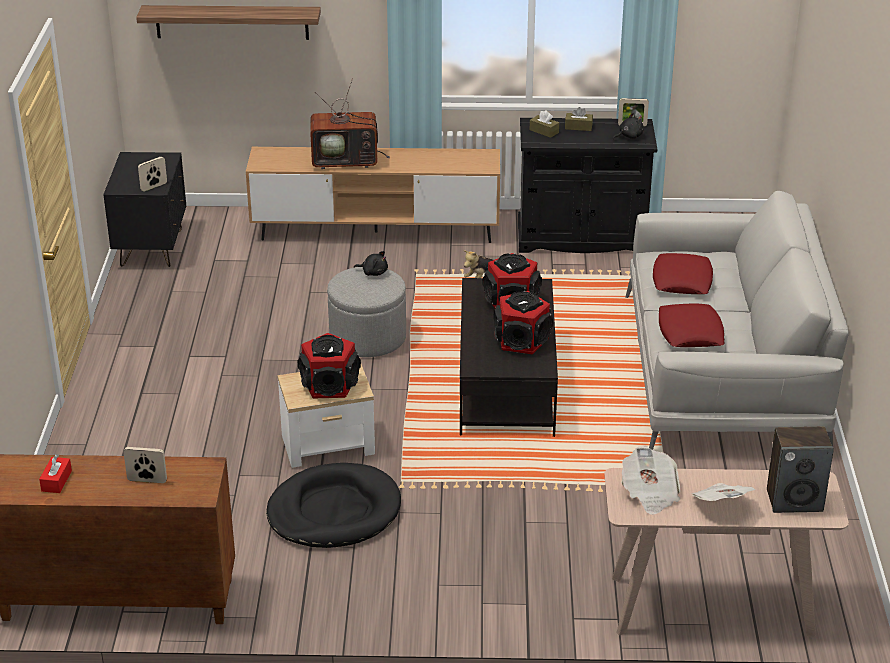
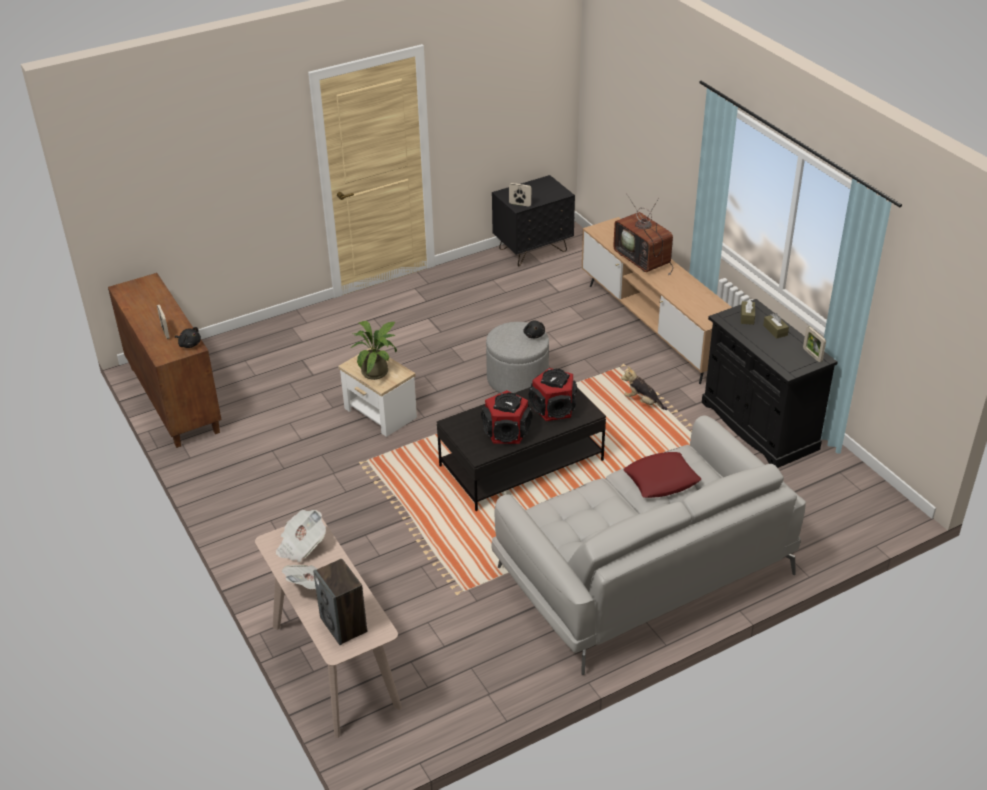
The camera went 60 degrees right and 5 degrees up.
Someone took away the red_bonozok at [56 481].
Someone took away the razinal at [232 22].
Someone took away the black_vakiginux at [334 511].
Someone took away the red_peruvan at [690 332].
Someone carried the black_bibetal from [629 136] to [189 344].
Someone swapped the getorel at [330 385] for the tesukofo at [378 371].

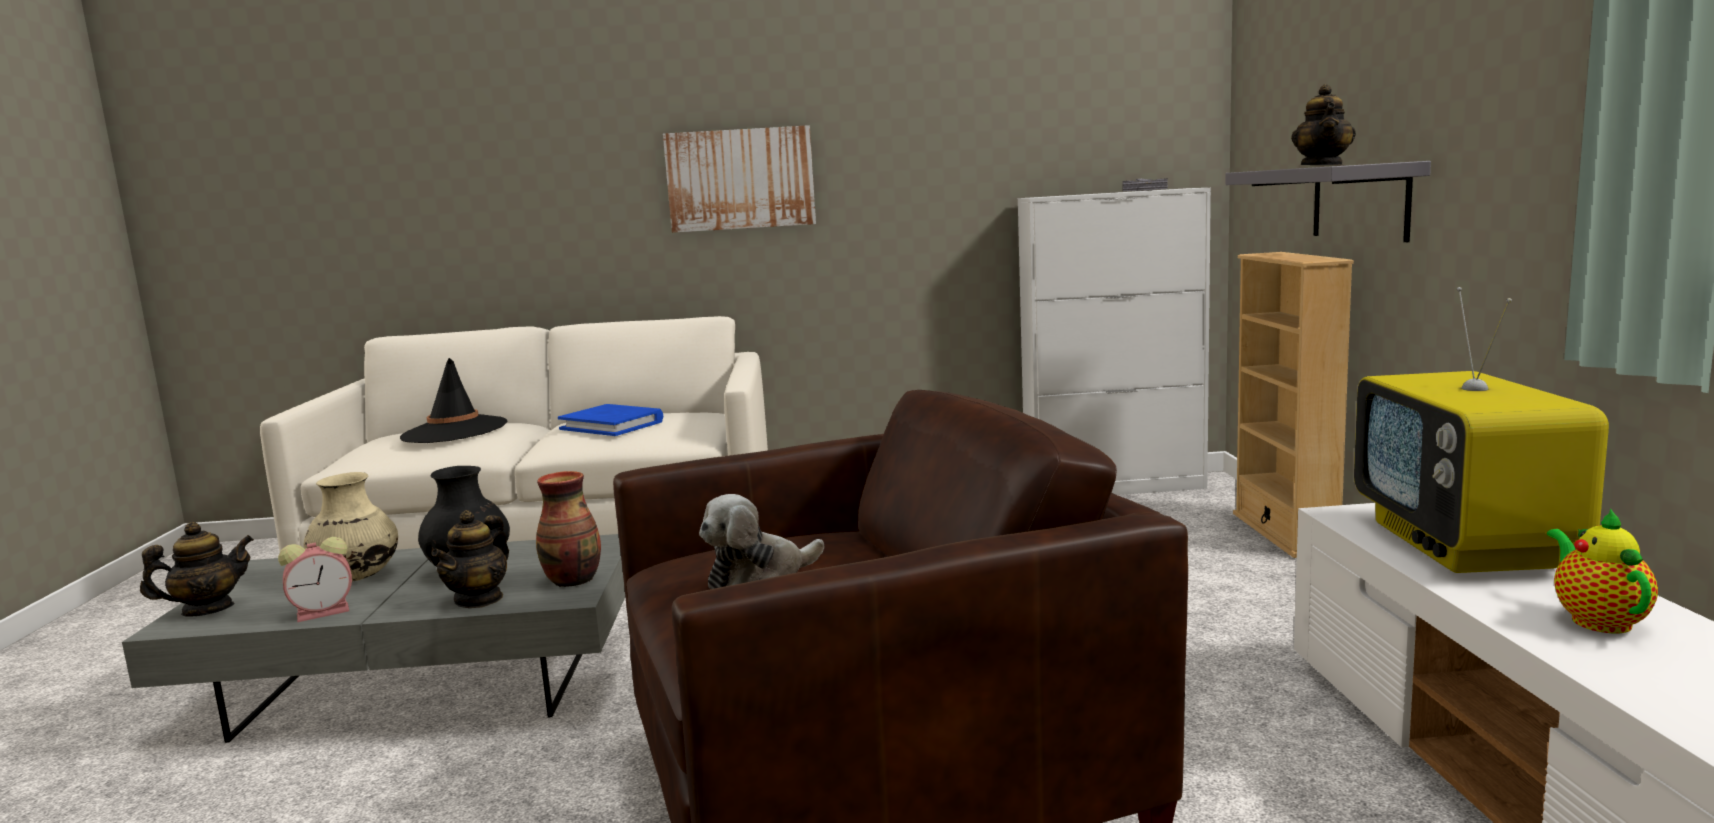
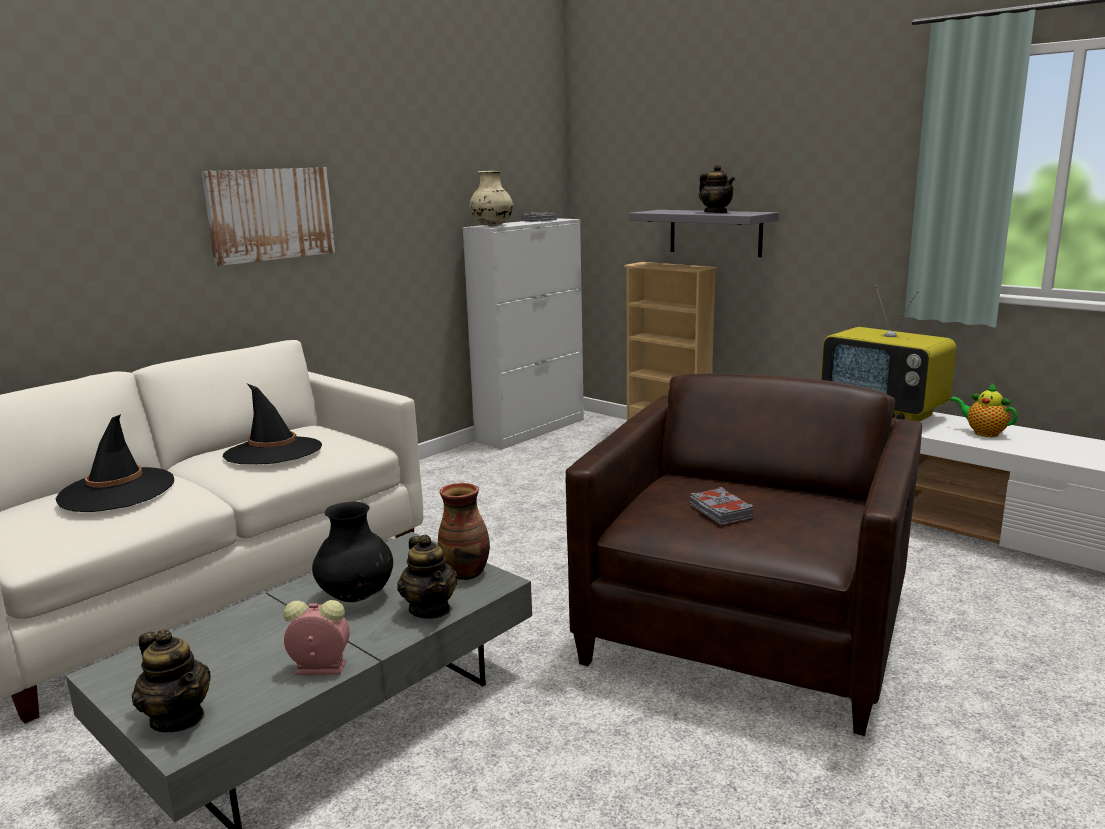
The camera went 45 degrees left and 5 degrees up.
Someone carried the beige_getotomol from [357 578] to [492 226].
Someone swapped the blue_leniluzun at [612 425] for the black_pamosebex at [273 452].
Someone swapped the bibetal at [760 578] for the grey_leniluzun at [720 512].
Someone rotated the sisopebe at [207 610] by 120 degrees clockwise.
Someone rotated the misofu at [325 612] by 105 degrees counterclockwise.

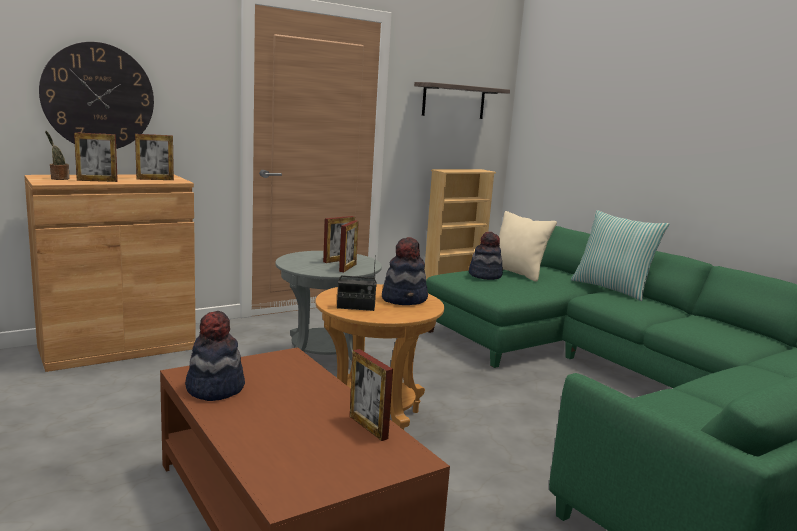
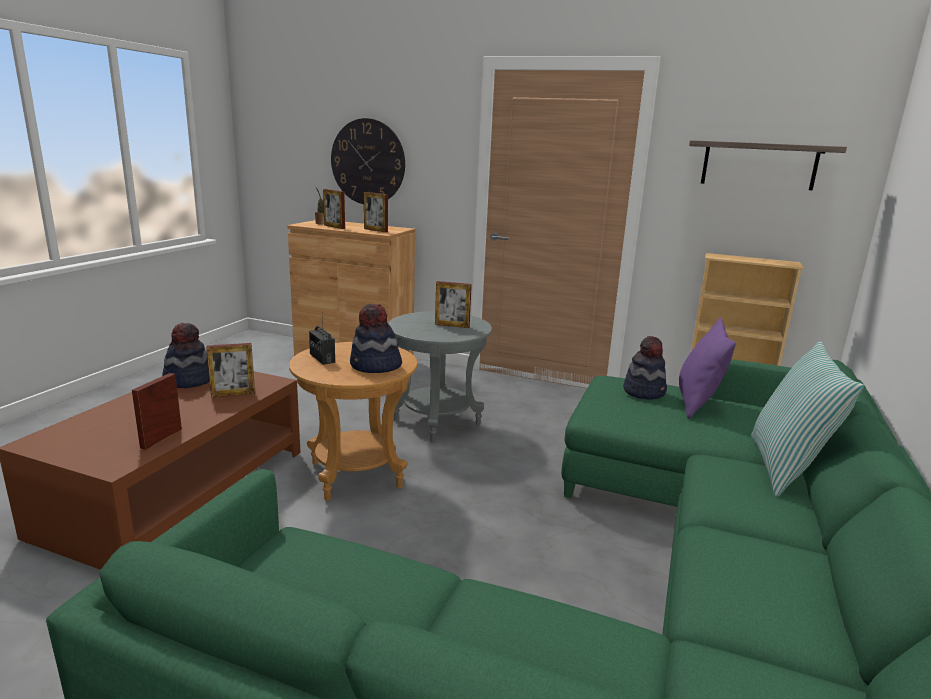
The camera went 55 degrees right and 5 degrees up.
Someone carried the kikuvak from [348 268] to [233 394].
Someone repainted the beige_peruvan at [517 273], which became the purple_peruvan at [697 403].

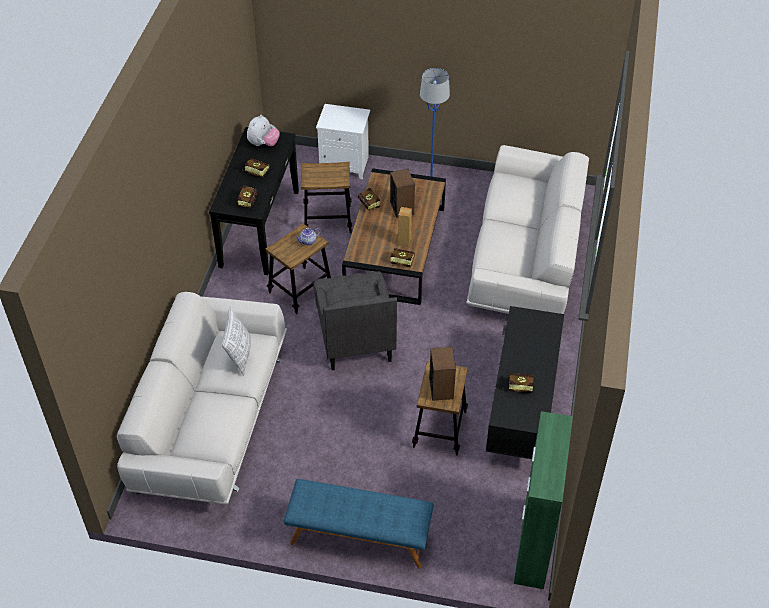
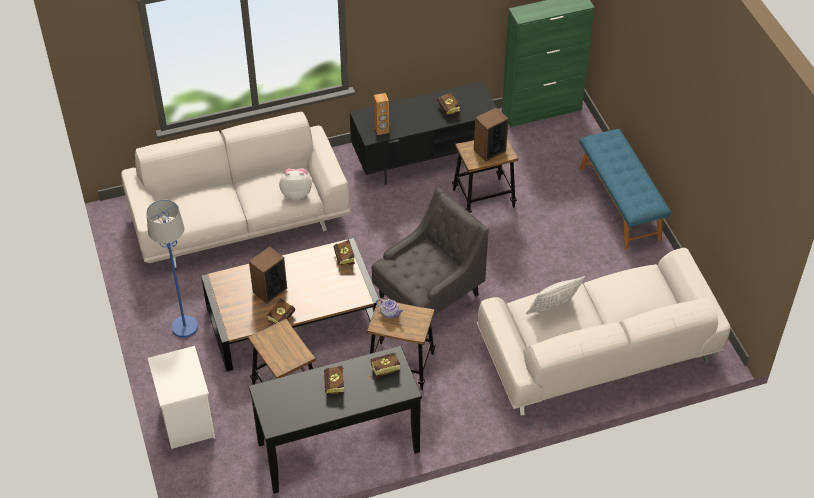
The camera went 120 degrees left and 0 degrees up.
Someone carried the bibetal from [263 144] to [296 193].
Someone carried the brown_getorel from [404 242] to [381 130].

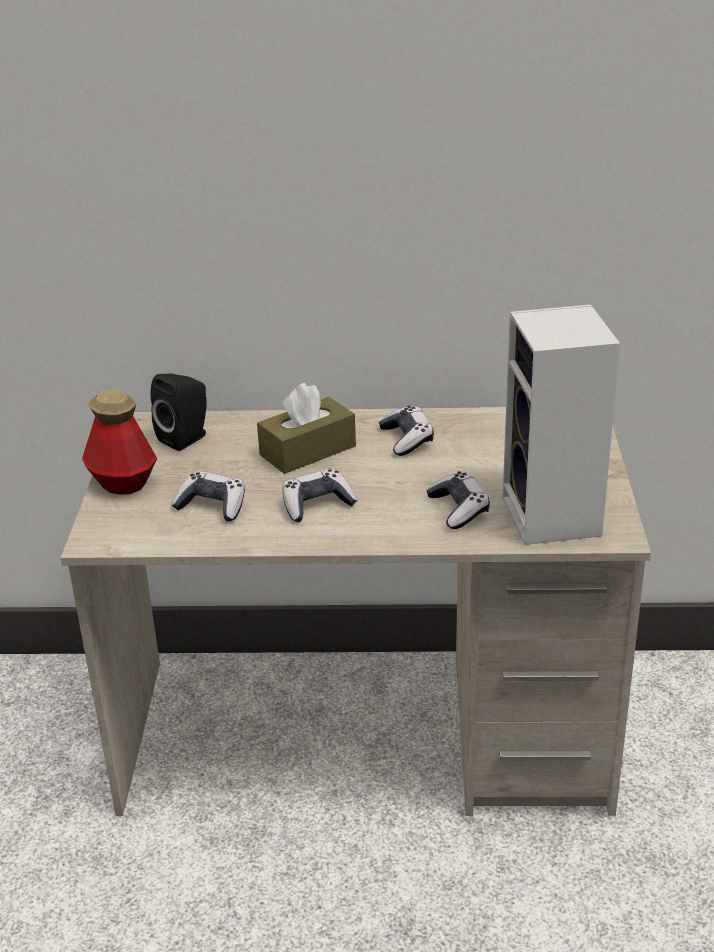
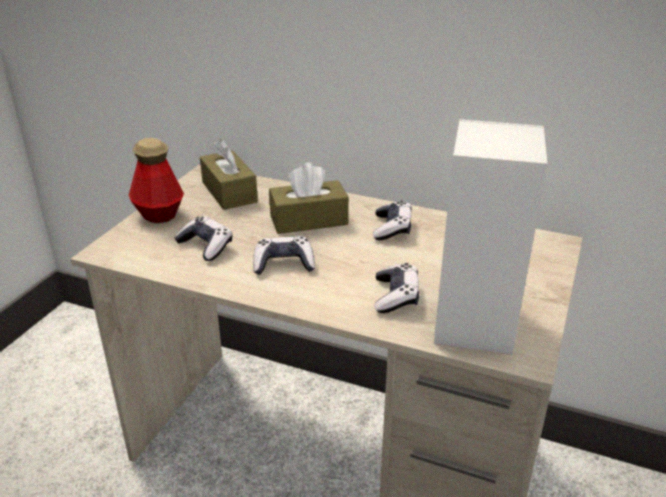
The camera went 20 degrees right and 0 degrees up.
Someone swapped the black_getorel at [186 438] for the brown_bonozok at [229 192].

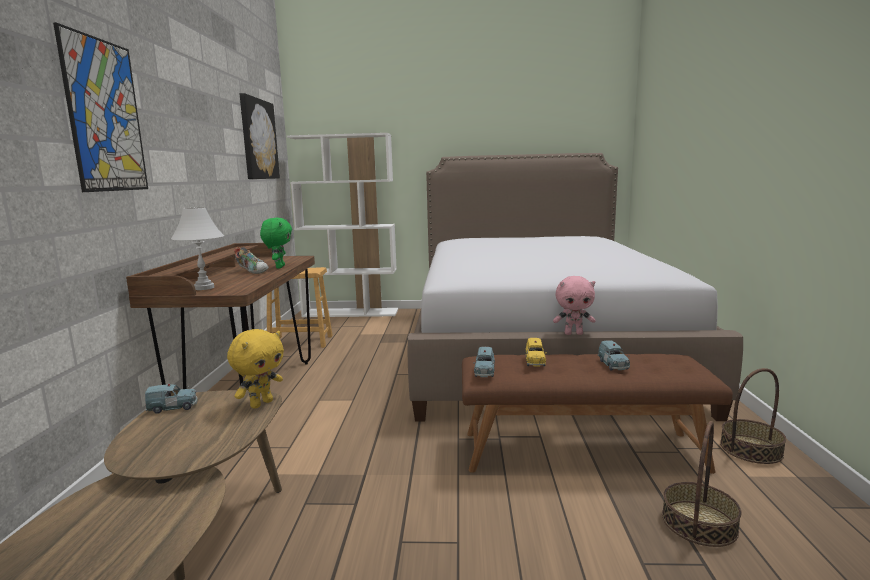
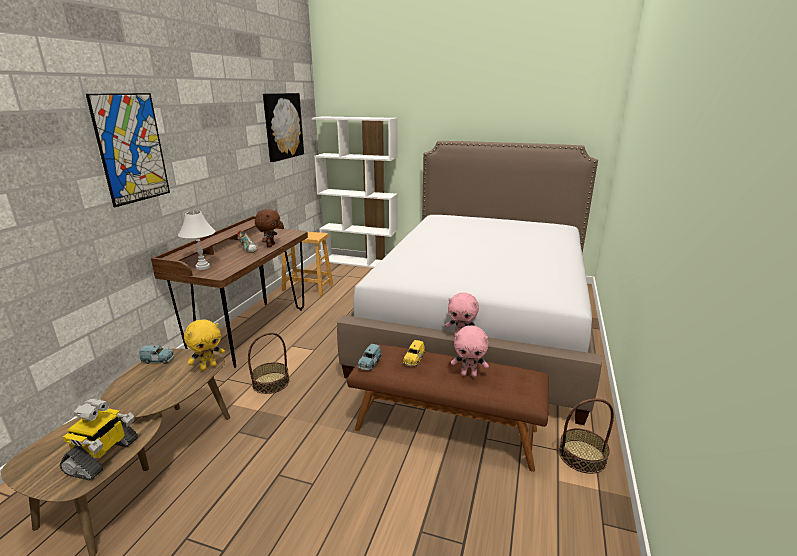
The camera went 15 degrees right and 10 degrees up.
Someone put down the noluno at [103 457].
Someone carried the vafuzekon from [699 523] to [271 382].
Someone swapped the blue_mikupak at [613 365] for the pink_bibetal at [469 374].
Someone repainted the green_bibetal at [279 267], which became the brown_bibetal at [270 245].

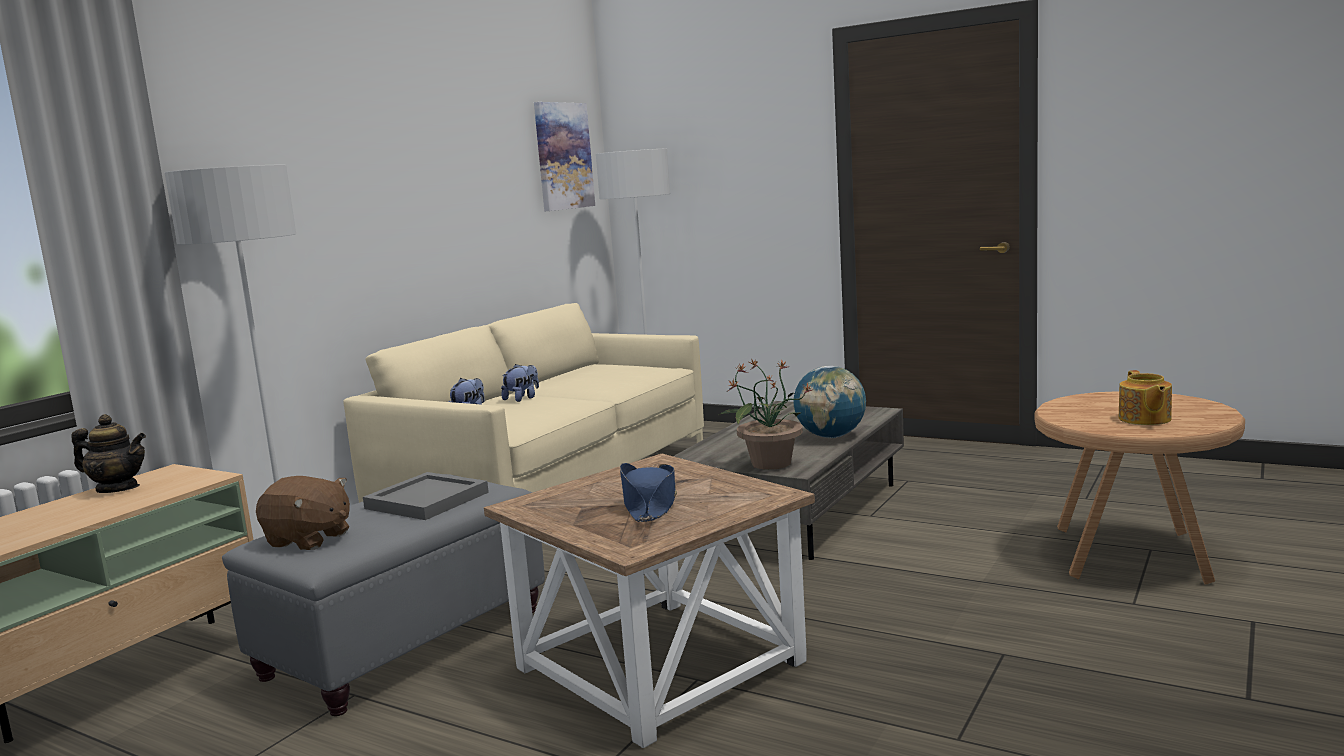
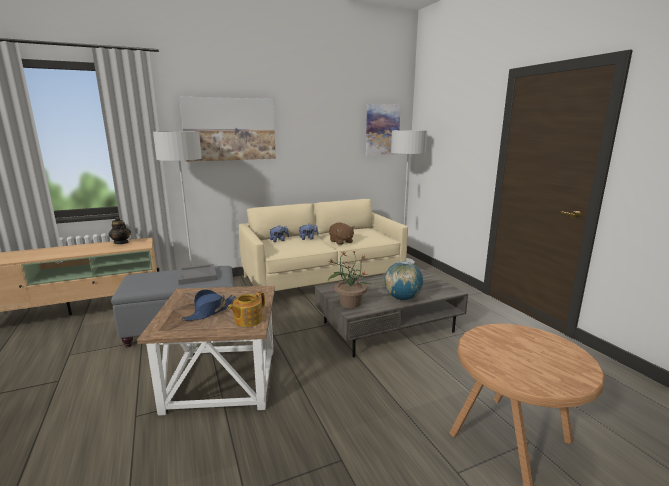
The camera went 35 degrees right and 5 degrees up.
Someone put up the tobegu at [230 129].
Someone carried the brown_bibetal from [309 539] to [341 242].
Someone carried the sisopebe from [1144 419] to [247 320].

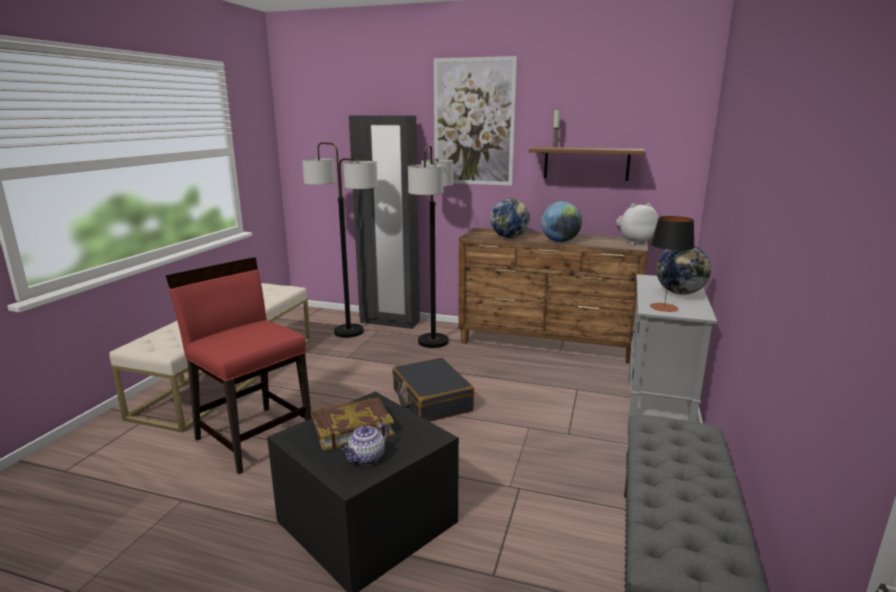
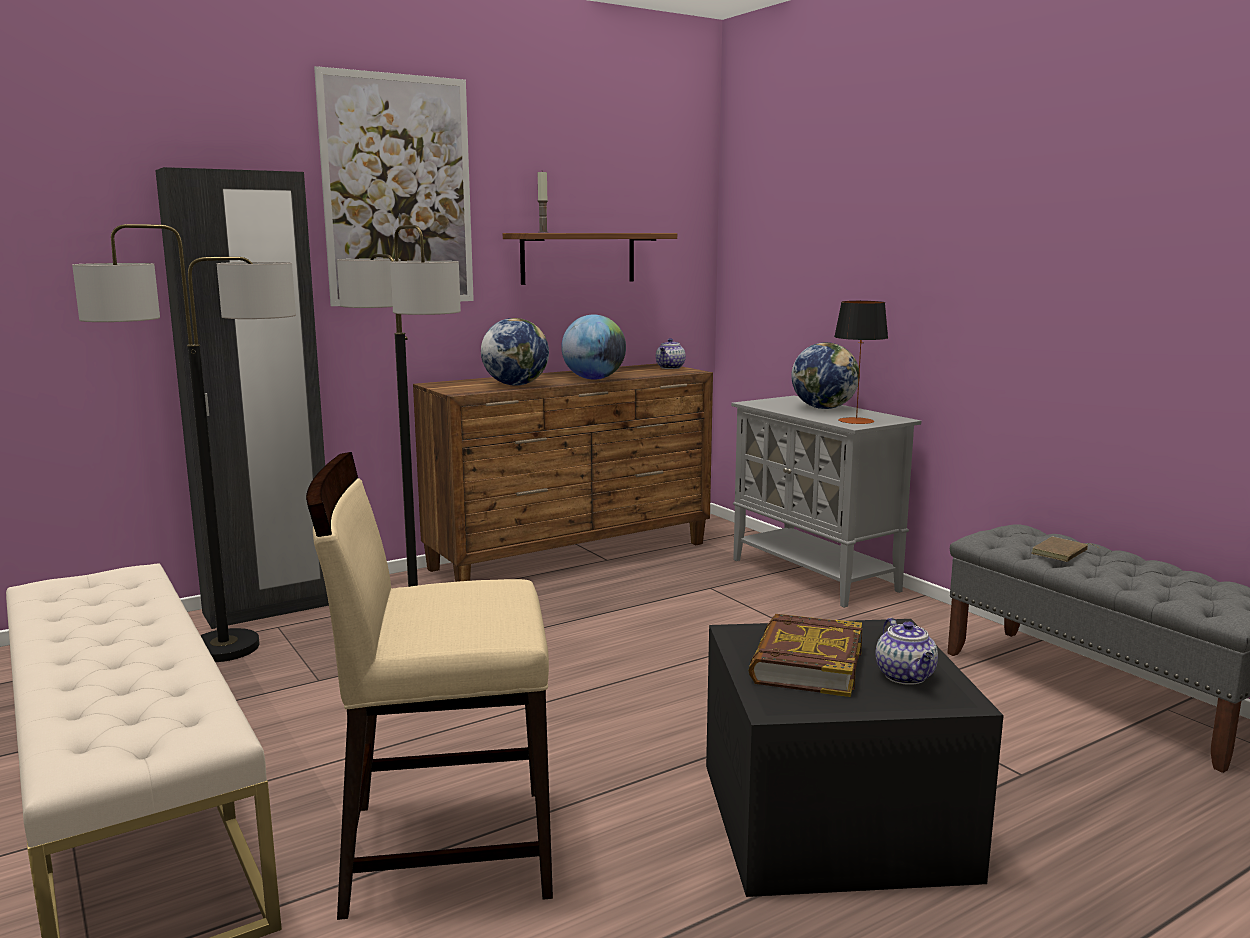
The camera went 50 degrees left and 5 degrees down.
Someone took away the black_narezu at [431 400].
Someone put down the brown_leniluzun at [1061 553].
Someone swapped the bibetal at [634 242] for the sisopebe at [670 368].
Someone repainted the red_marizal at [254 437], which became the beige_marizal at [445 847].

